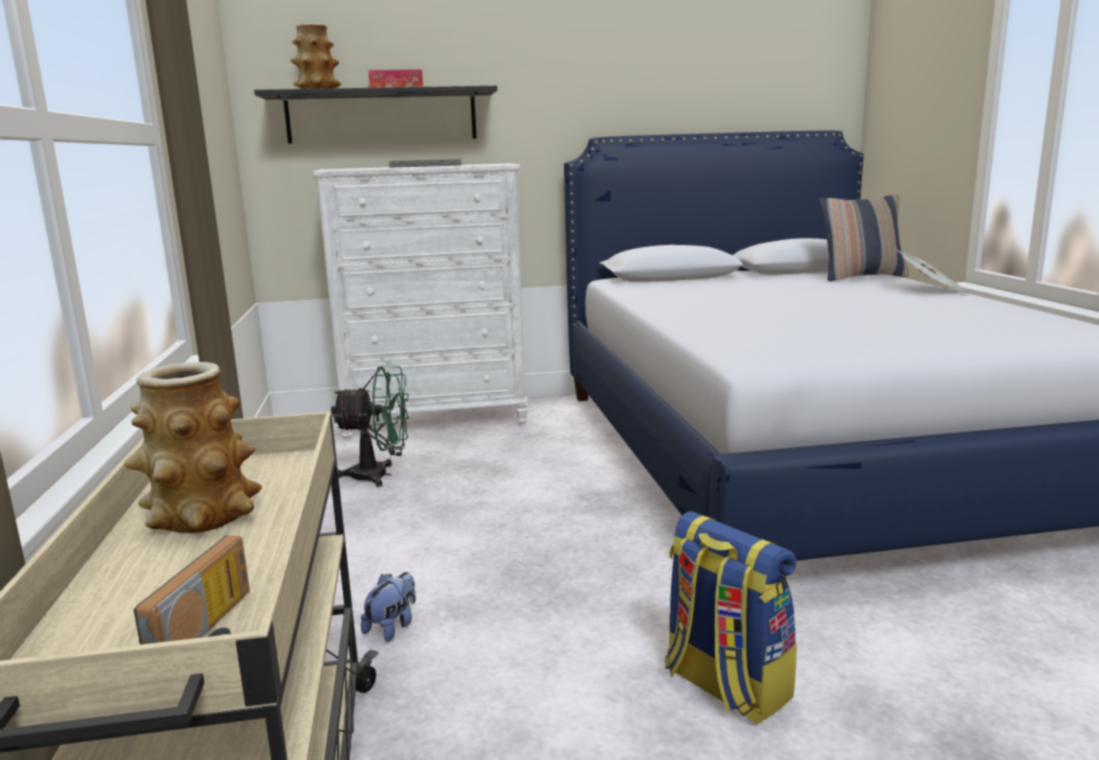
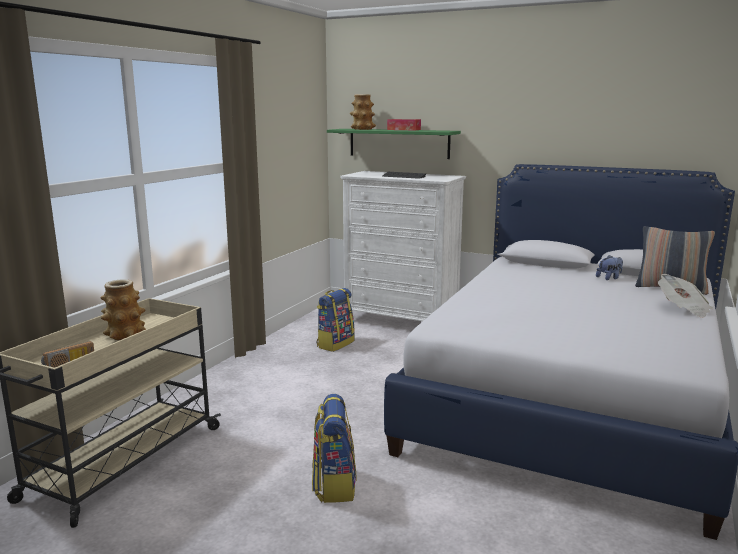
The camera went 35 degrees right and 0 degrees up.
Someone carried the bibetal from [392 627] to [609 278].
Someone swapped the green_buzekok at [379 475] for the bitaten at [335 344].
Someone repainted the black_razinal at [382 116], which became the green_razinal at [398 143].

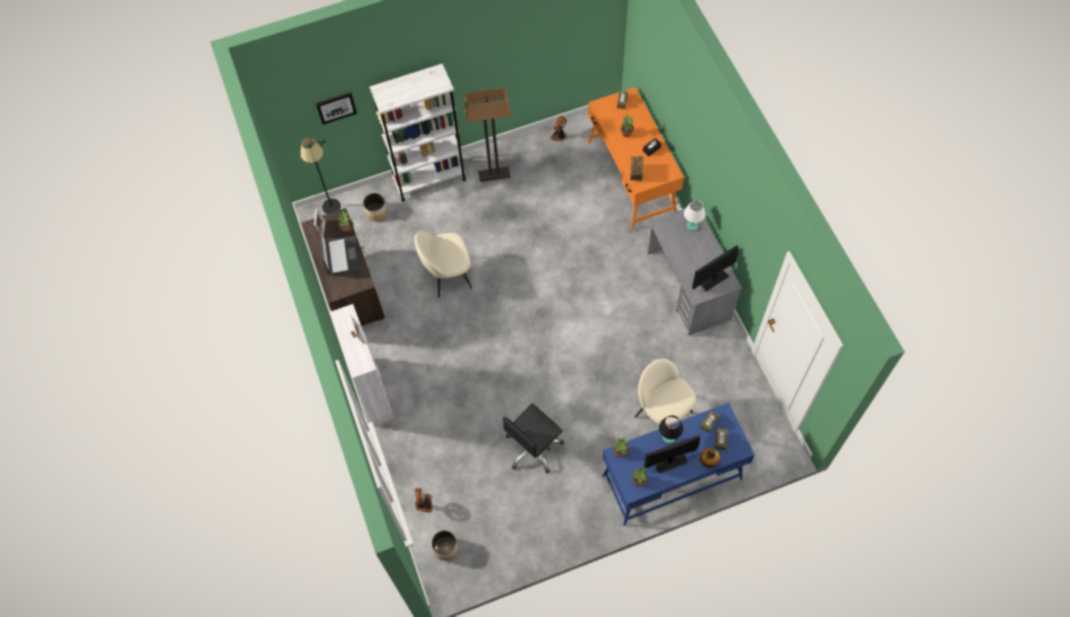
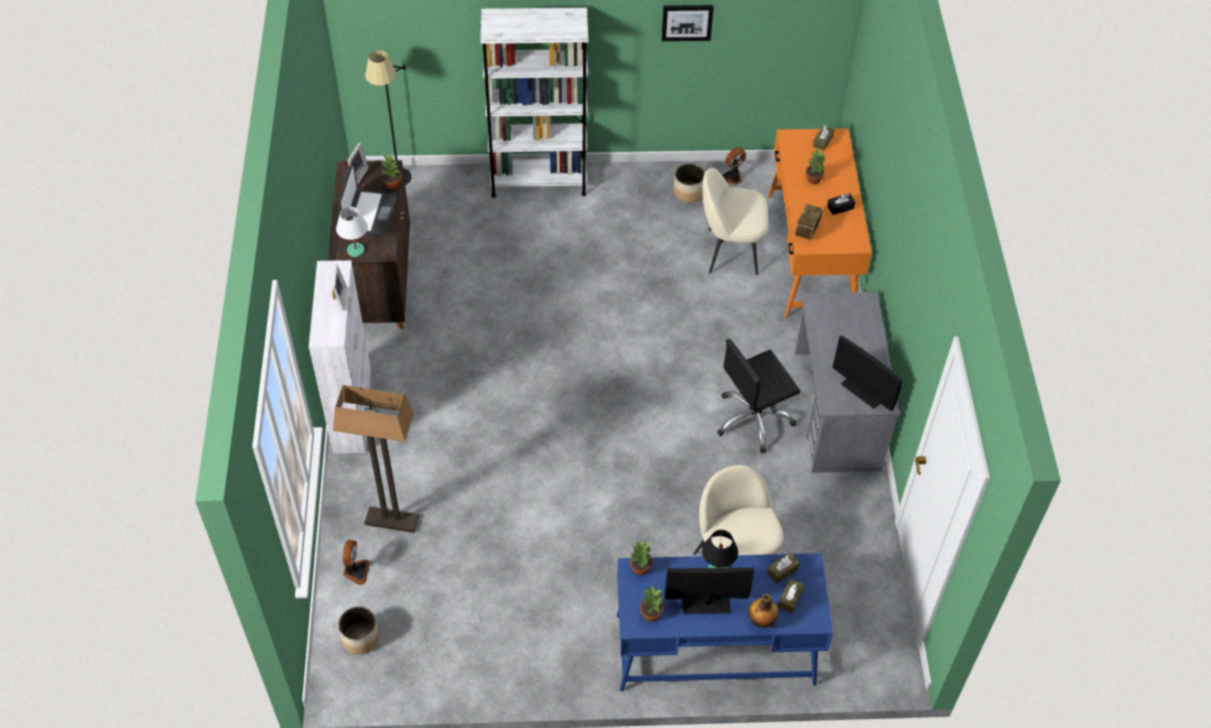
The camera went 15 degrees right and 10 degrees down.
Someone carried the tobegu from [336 107] to [687 22].
Someone carried the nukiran from [377 212] to [688 192].
Someone carried the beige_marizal from [448 275] to [730 251].
Someone carried the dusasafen from [494 175] to [391 521].
Someone carried the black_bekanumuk from [533 448] to [753 419].
Someone carried the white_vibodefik from [692 226] to [355 250].
Someone rotated the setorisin at [713 279] by 120 degrees counterclockwise.

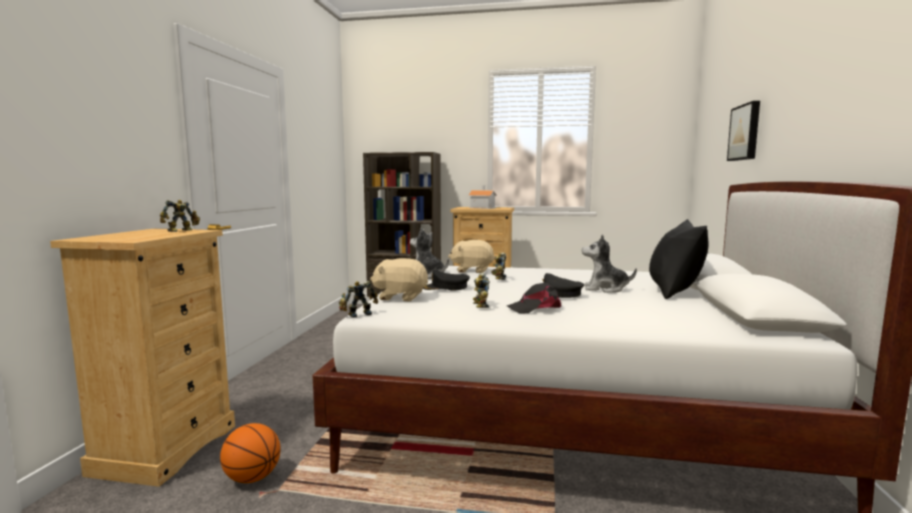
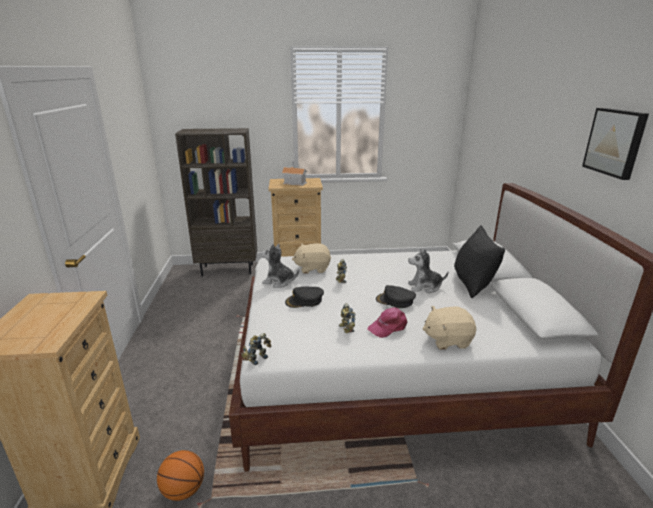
The camera went 15 degrees left and 15 degrees up.
Someone took away the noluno at [181 231].
Someone carried the beige_bibetal from [400 297] to [447 340].
Someone carried the tobegu from [745 132] to [615 142].
Someone repainted the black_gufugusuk at [535 308], which became the pink_gufugusuk at [388 327].

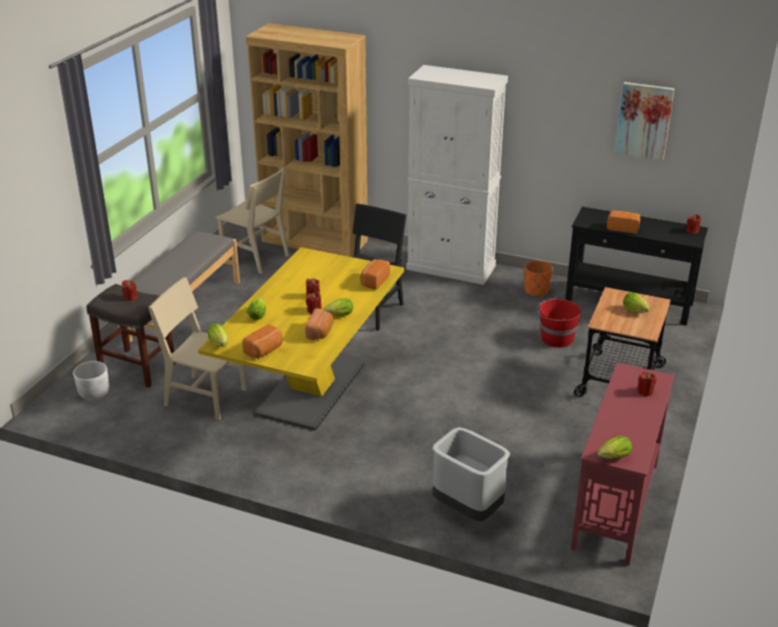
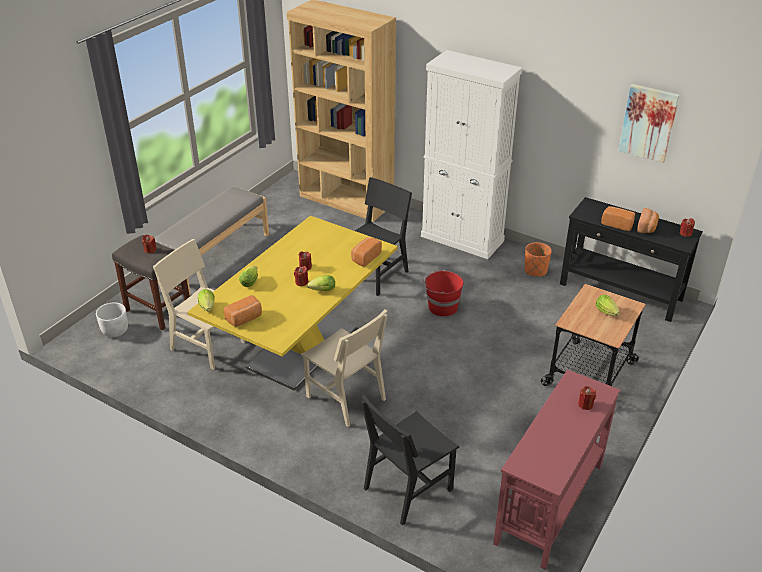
The camera went 10 degrees right and 5 degrees up.
Someone took away the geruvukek at [612 457].
Someone carried the beige_marizal from [255 257] to [345 398].
Someone carried the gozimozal from [320 332] to [647 227].
Someone carried the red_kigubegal from [556 339] to [442 307].
Someone swapped the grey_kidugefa at [466 509] for the black_marizal at [408 489].

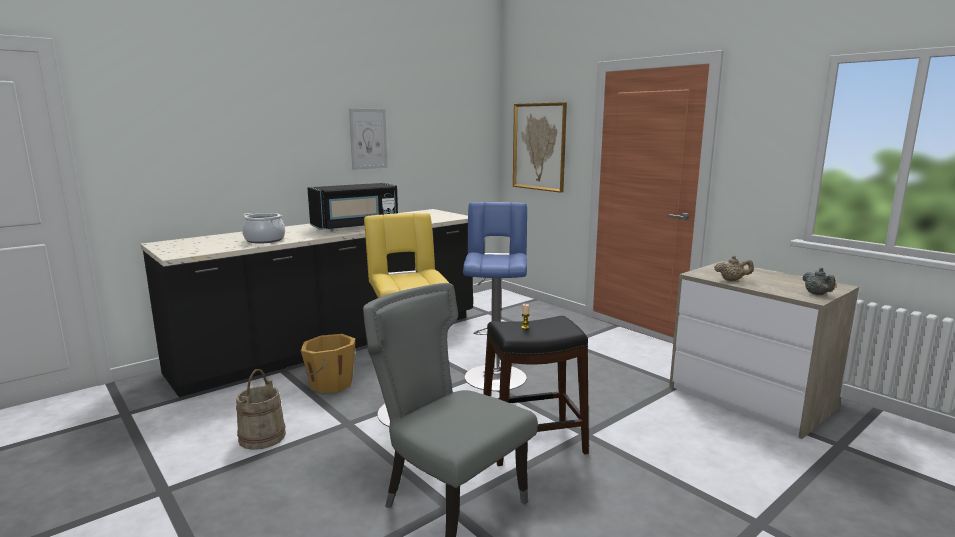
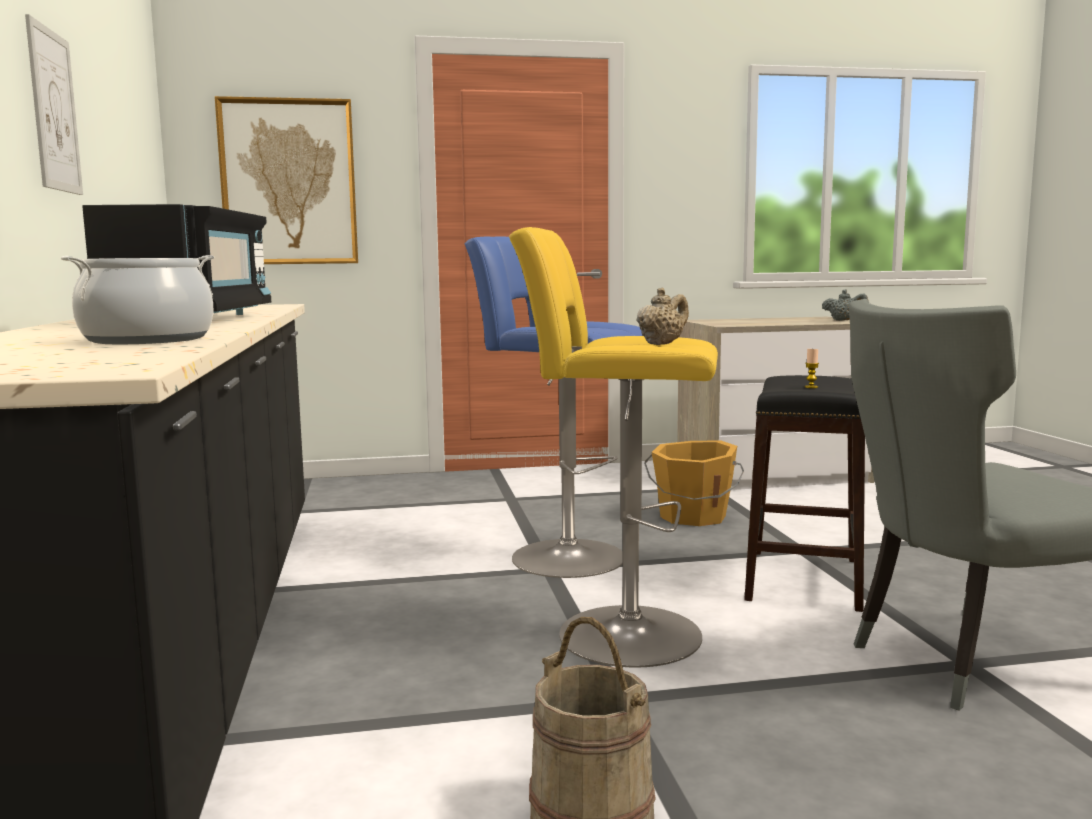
The camera went 60 degrees left and 5 degrees down.
Someone carried the orange_kigubegal from [330 384] to [693 517].
Someone carried the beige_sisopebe from [732 280] to [662 344].

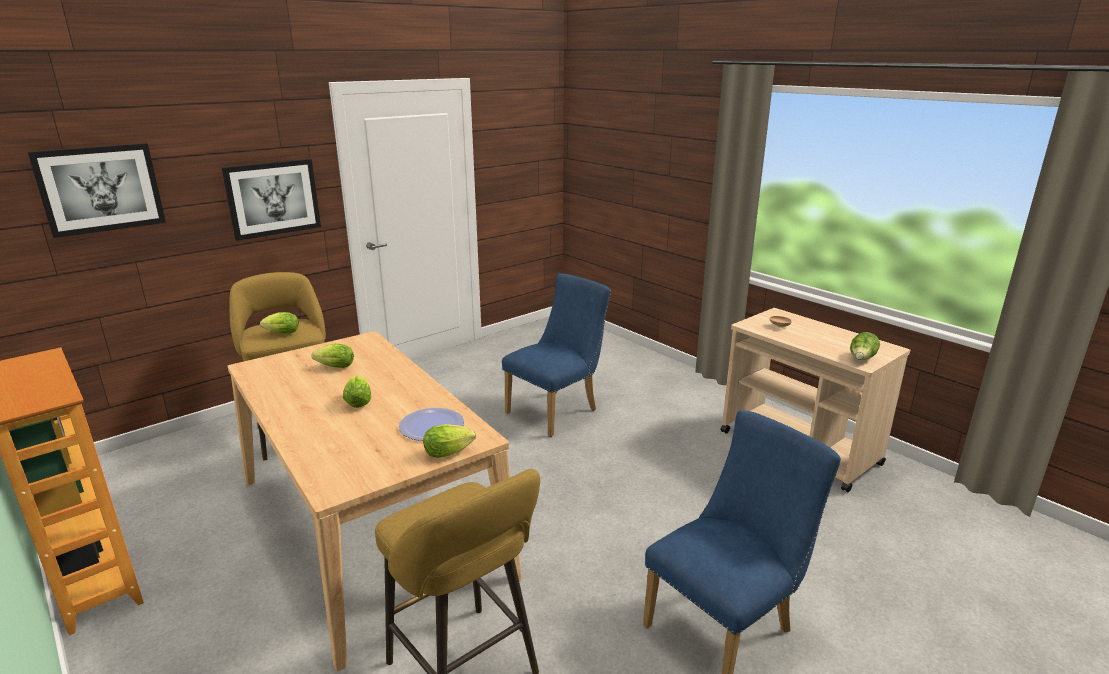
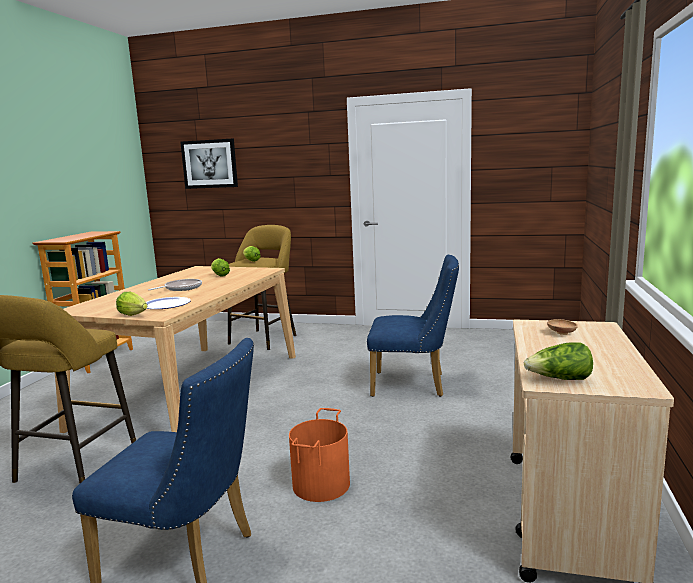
The camera went 55 degrees right and 10 degrees down.
Someone took away the tobegu at [273 198].
Someone put down the orange_kigubegal at [320 484].
Someone swapped the geruvukek at [358 401] for the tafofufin at [181 288].

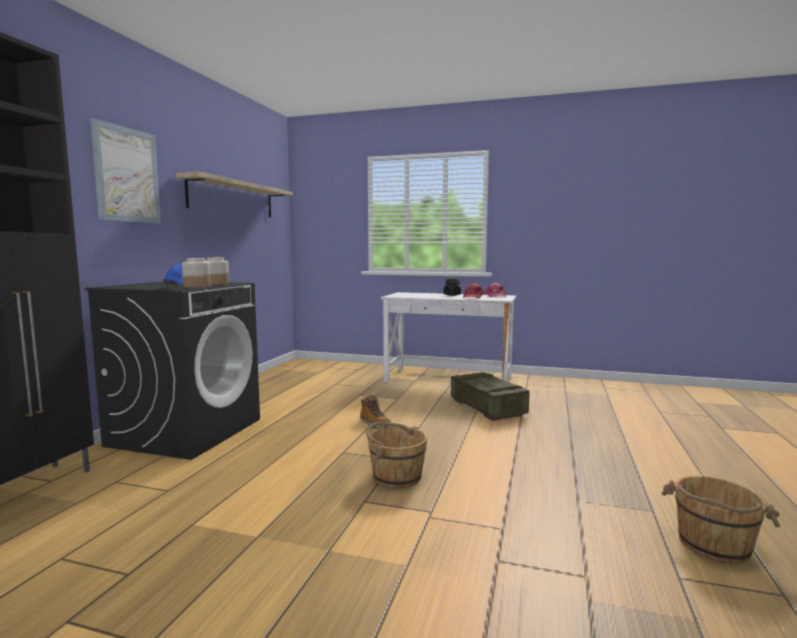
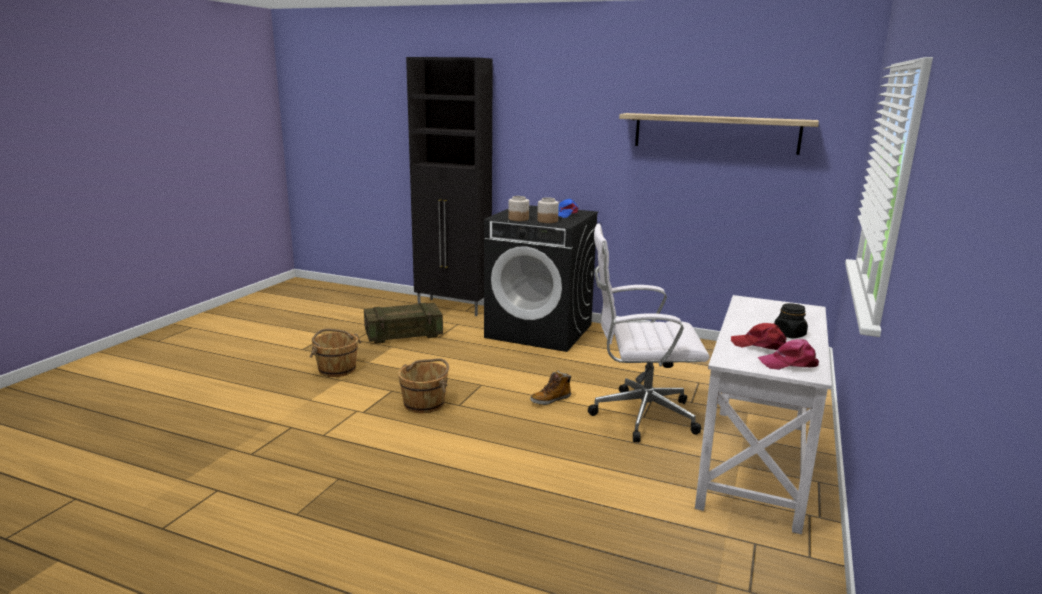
The camera went 95 degrees right and 10 degrees up.
Someone took away the tobegu at [127 175].
Someone put down the white_bekanumuk at [639 416].
Someone carried the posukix from [487 408] to [403 334].
Someone carried the brown_kigubegal from [713 545] to [337 369].

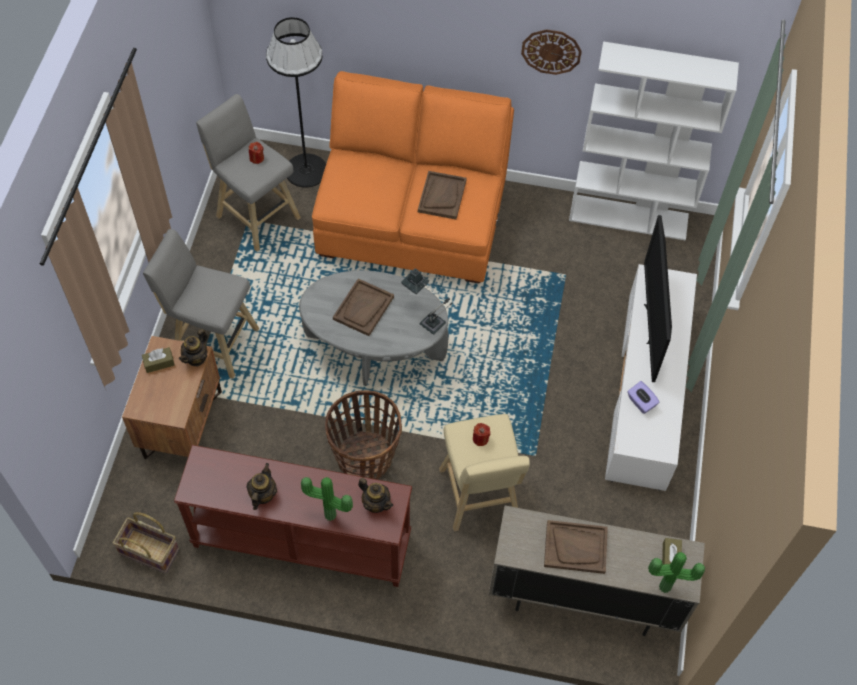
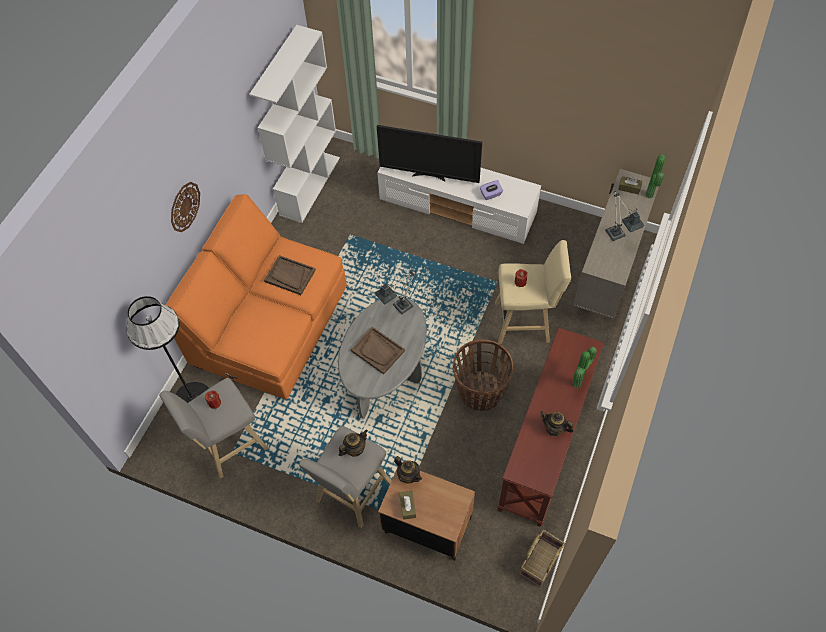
The camera went 75 degrees left and 0 degrees up.
Someone carried the sisopebe from [376 503] to [354 449].
Someone carried the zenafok from [551 51] to [184 206].
Someone swapped the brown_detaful at [575 547] for the vibodefik at [617 237].

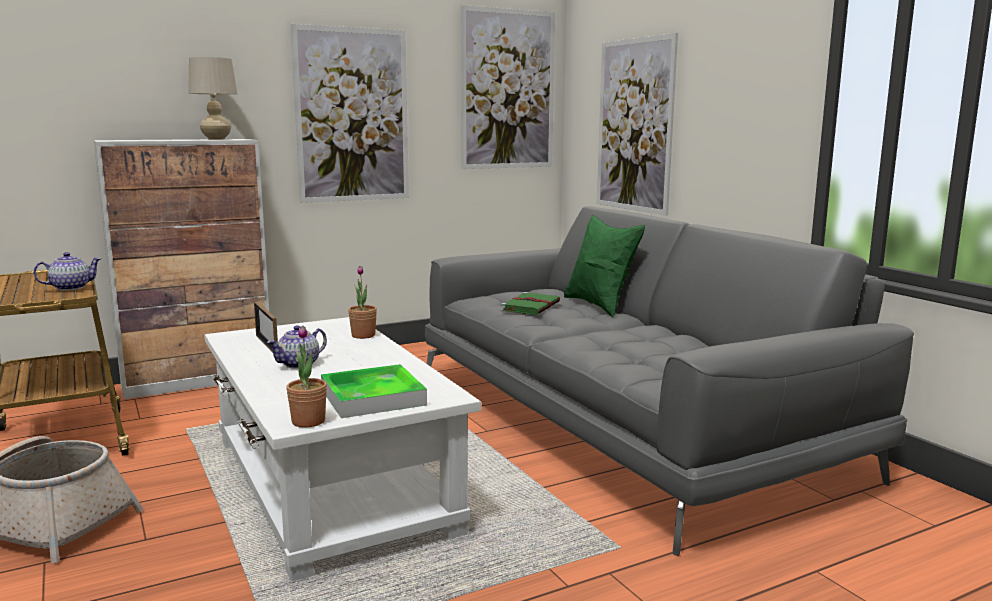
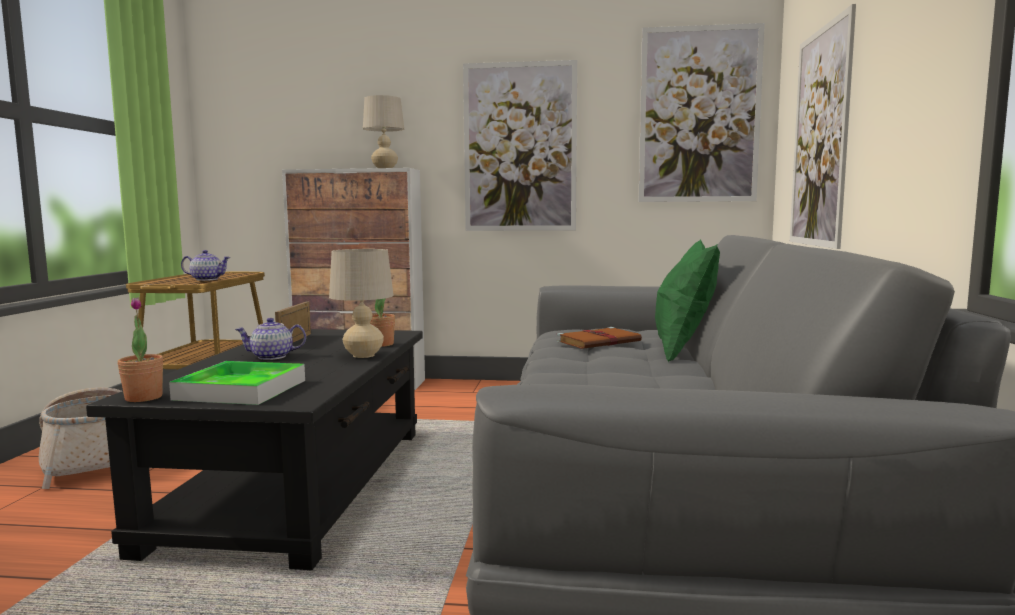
The camera went 35 degrees right and 5 degrees down.
Someone put down the beige_vibodefik at [364 355].
Someone repainted the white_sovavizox at [329 484], which became the black_sovavizox at [298 485].
Someone repainted the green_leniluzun at [531 306], which became the brown_leniluzun at [599 341].

